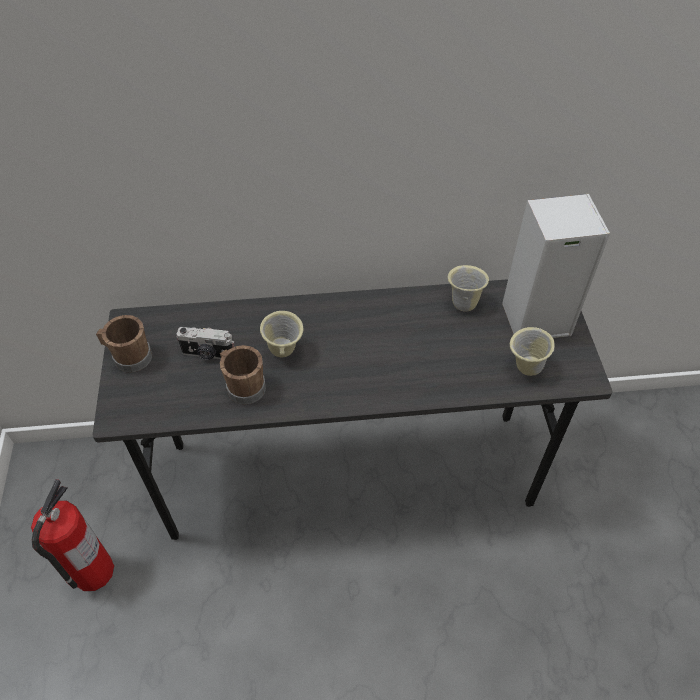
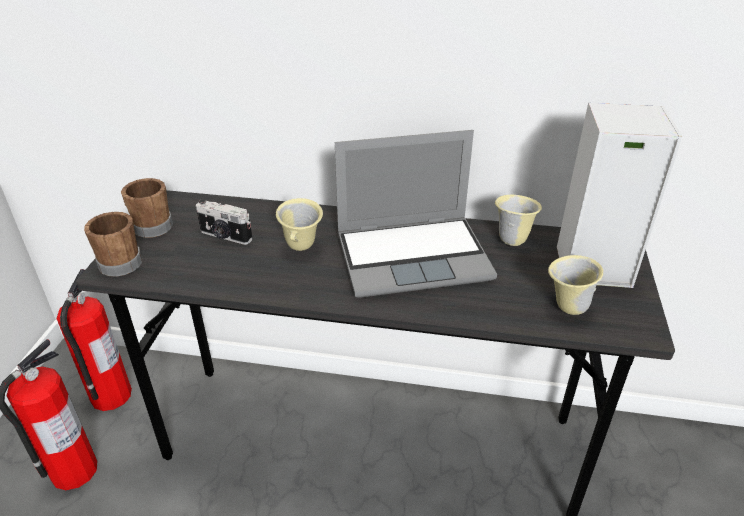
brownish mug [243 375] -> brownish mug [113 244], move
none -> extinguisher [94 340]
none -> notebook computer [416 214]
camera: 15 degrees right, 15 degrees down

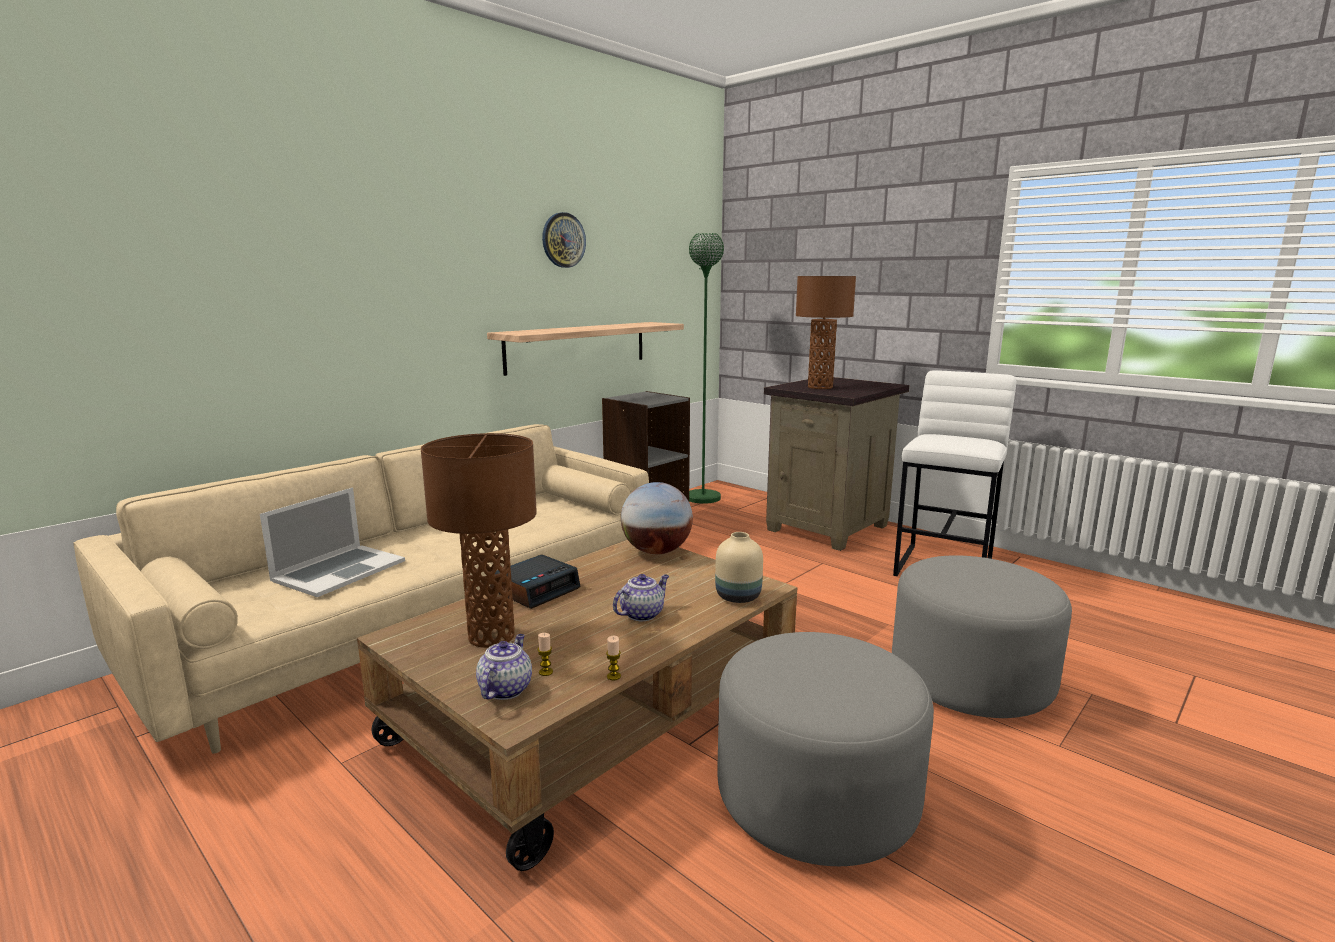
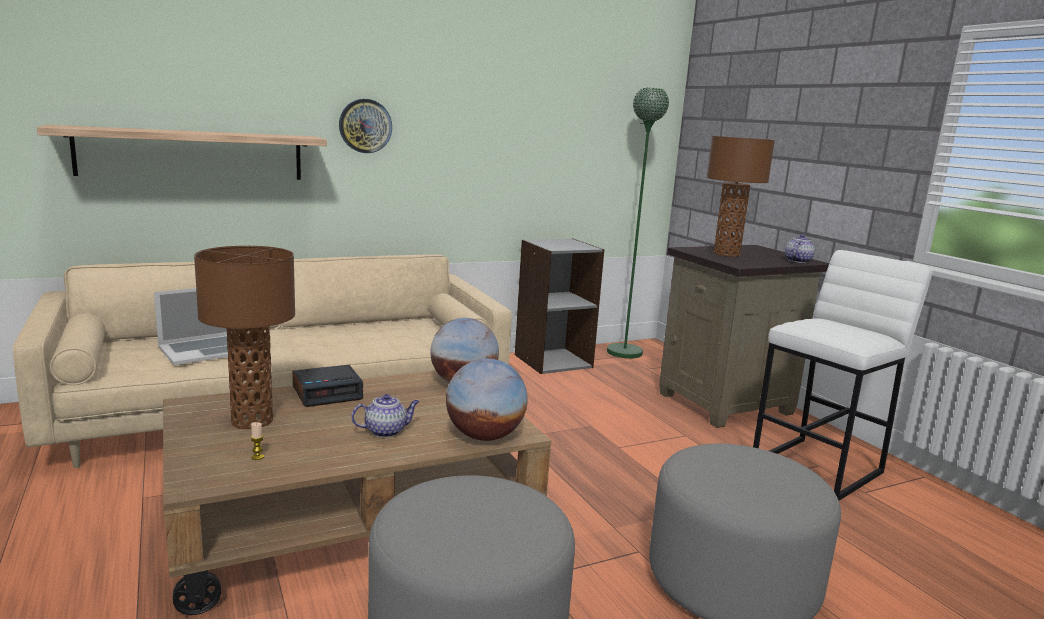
tea pot [504 667] -> tea pot [800 248], move
shelf [585 349] -> shelf [182 152], move
wall clock [564 240] -> wall clock [365 126], move
candle [613 658] -> none
beige-coloured vase [739 567] -> globe [487 400]
camera: 20 degrees right, 0 degrees up

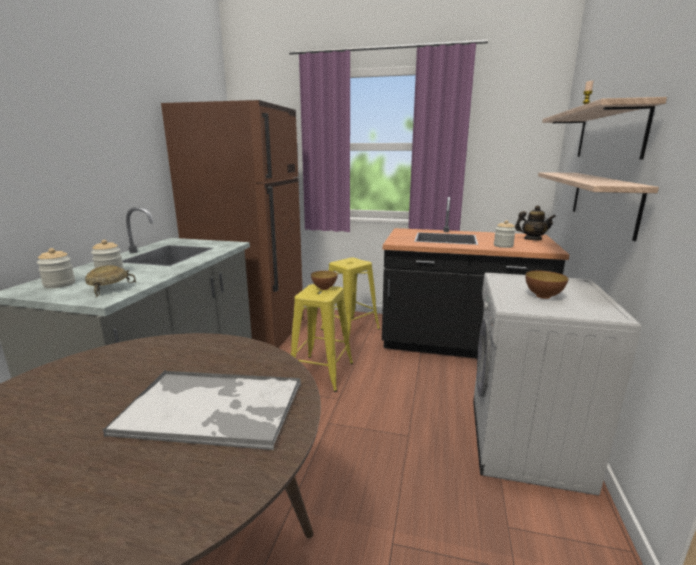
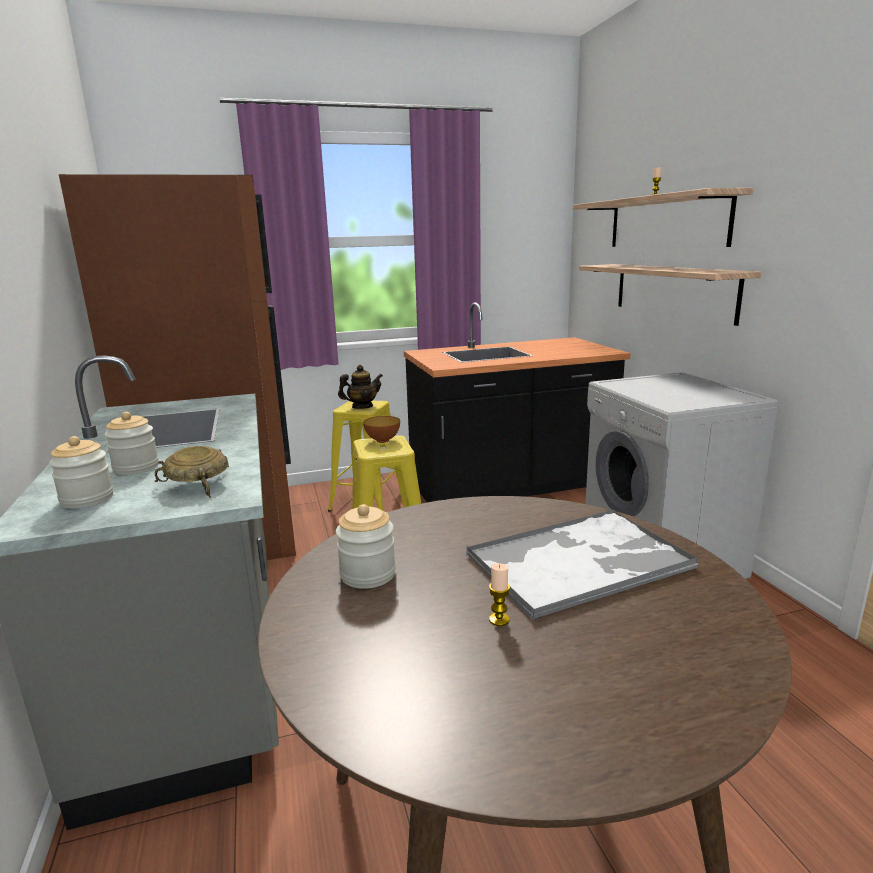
preserve jar [505 234] -> preserve jar [366 546], move
tea pot [535 222] -> tea pot [360 387], move
bowl [546 285] -> none
none -> candle [499 594]
camera: 30 degrees left, 0 degrees up

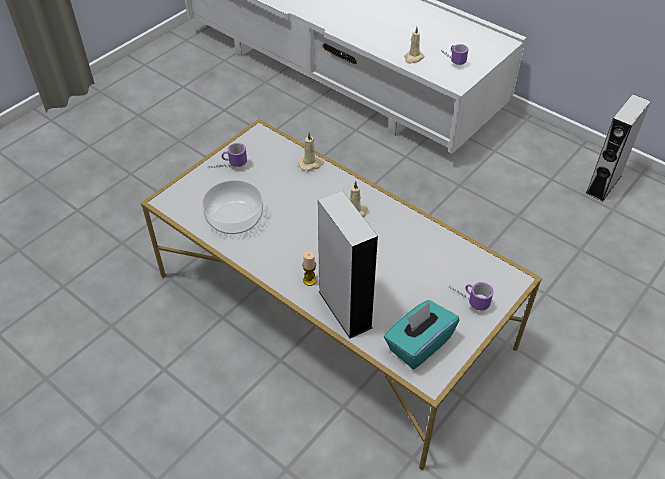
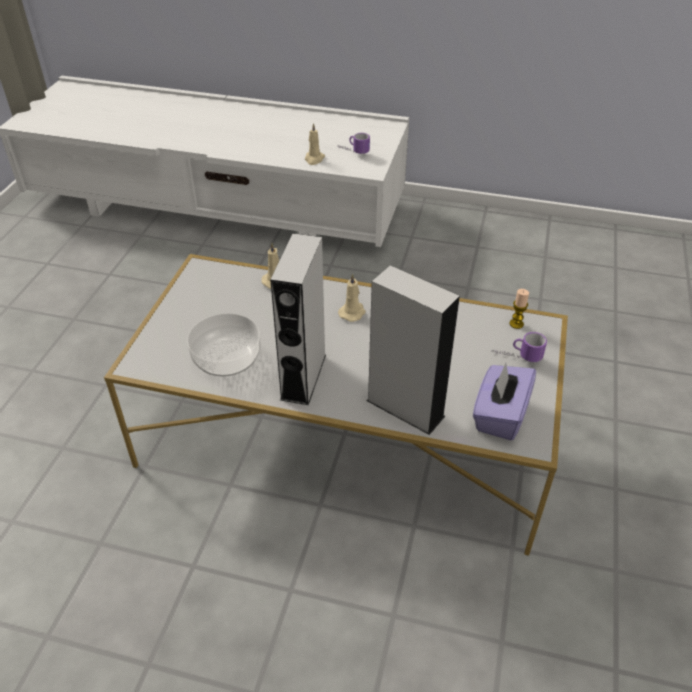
mug [227 155] -> none
candle [309 268] -> candle [519 309], move
turquoise tissue box [421 334] -> purple-coloured tissue box [504 401]
gray loudspeaker [618 148] -> gray loudspeaker [298 319], move
camera: 25 degrees left, 5 degrees down

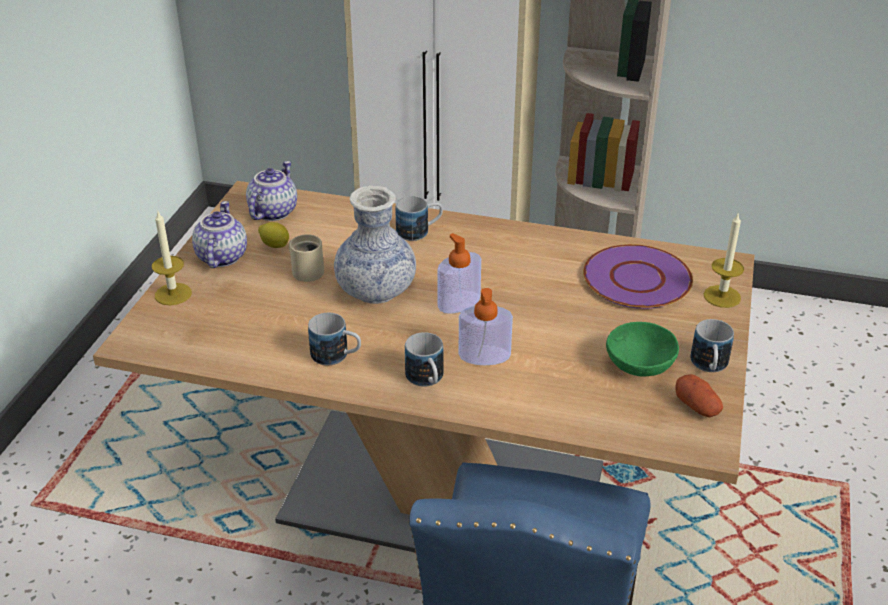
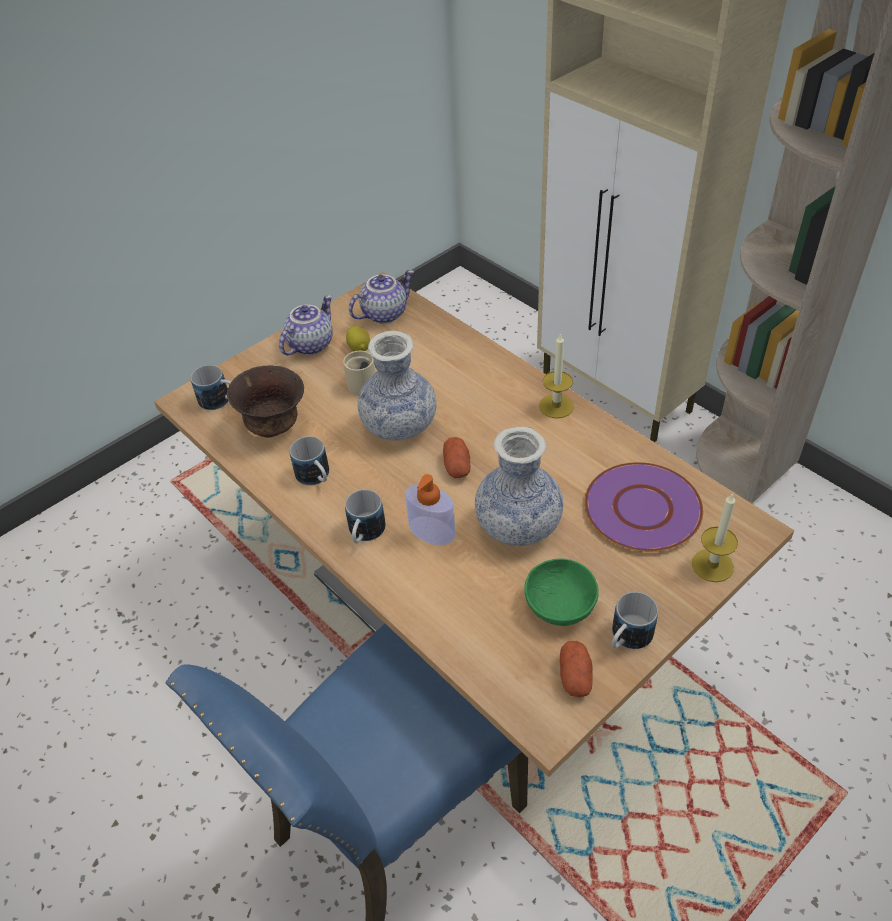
candle [172 258] -> candle [556 375], move
mug [419 218] -> mug [211 387], move
soap bottle [459 273] -> potato [456 457]
none -> brownish bowl [265 402]
none -> vase [519 486]
camera: 35 degrees right, 10 degrees up

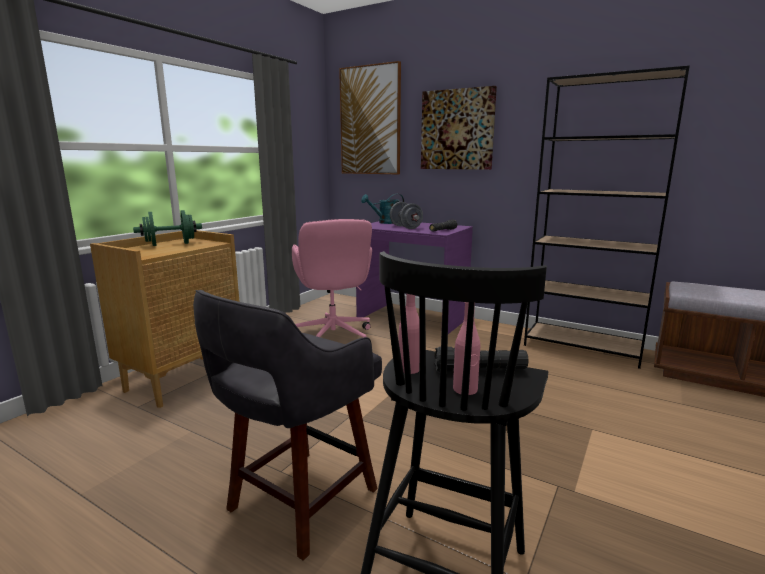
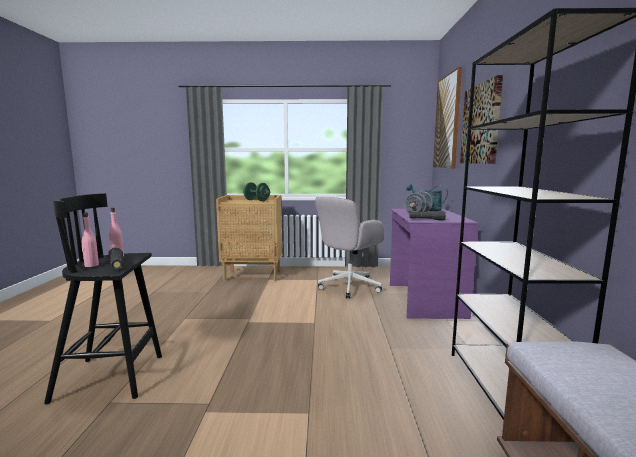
gray stool [287 425] -> none
pink office chair [332 278] -> gray office chair [349 248]
camera: 60 degrees right, 5 degrees down

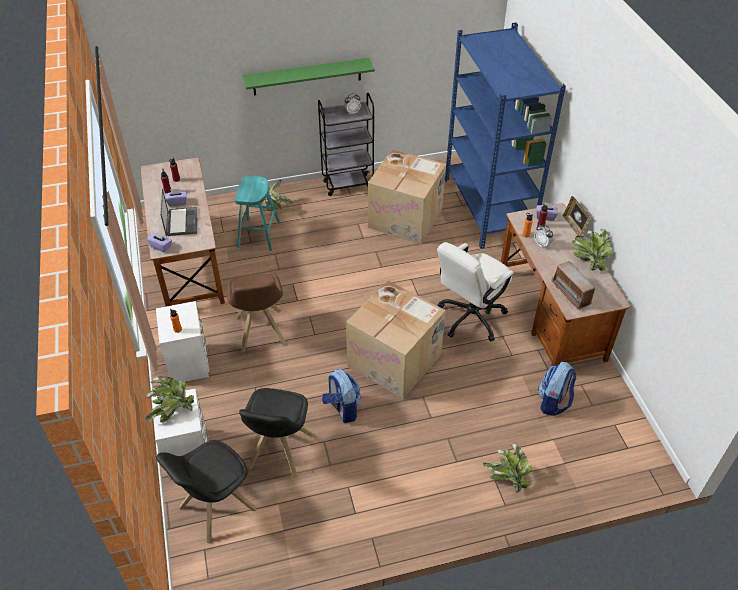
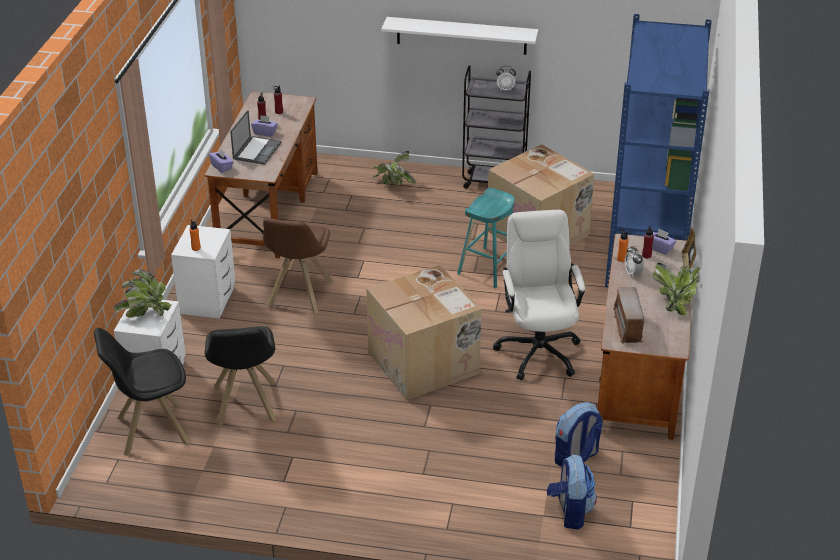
turquoise stool [257 213] -> turquoise stool [485 238], move
blackish plain chair [276 433] -> blackish plain chair [240 376], 45 degrees counterclockwise
green-coloured shelf [308 77] -> white shelf [459 36]
rucksack [341 396] -> rucksack [572 492], move
white office chair [475 292] -> white office chair [539 295], 105 degrees clockwise
potted plant [507 468] -> none
camera: 25 degrees right, 10 degrees down

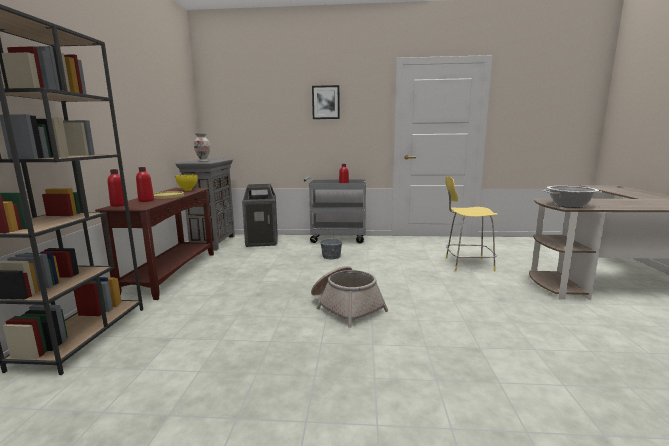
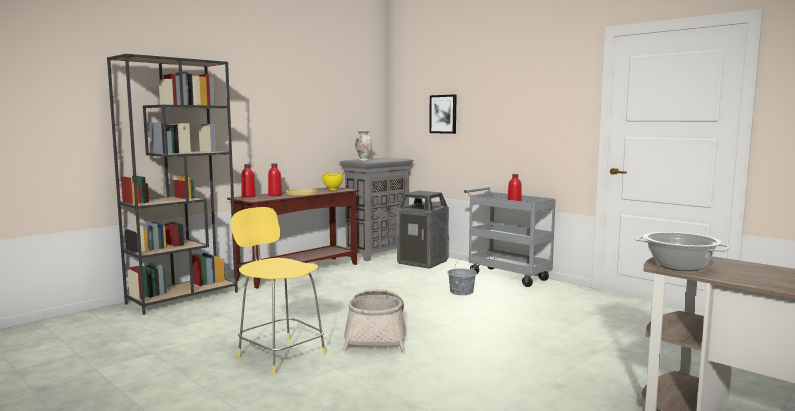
wall picture [326 102] -> wall picture [443 114], move
yellowish stool [471 223] -> yellowish stool [278 291], move
camera: 40 degrees right, 5 degrees down

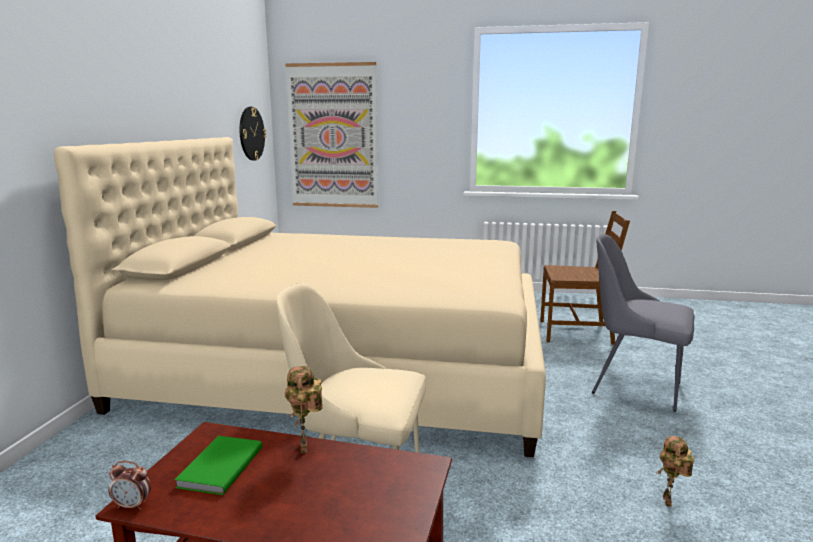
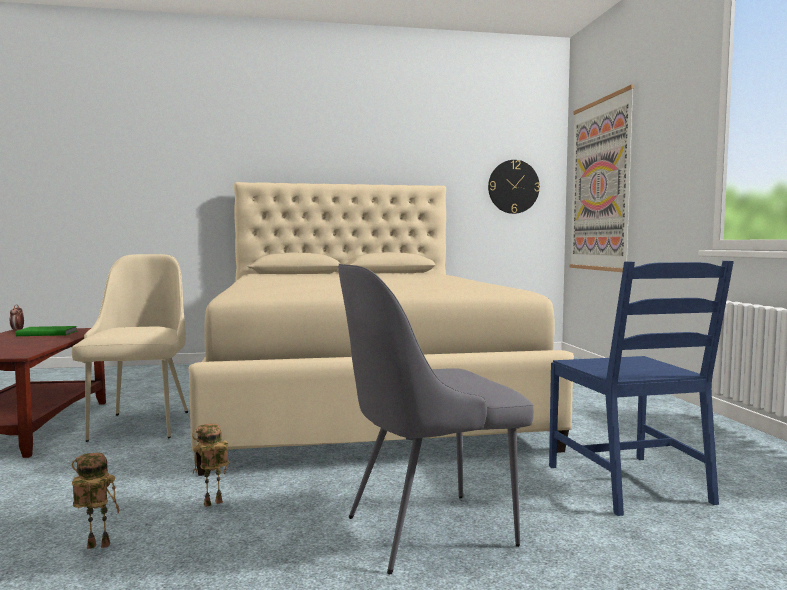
model robot [304 409] -> model robot [210 465], move
brownish plain chair [585 278] -> blue-coloured plain chair [641 388]
gray plain chair [643 323] -> gray plain chair [436 419], 120 degrees counterclockwise
camera: 70 degrees right, 10 degrees down

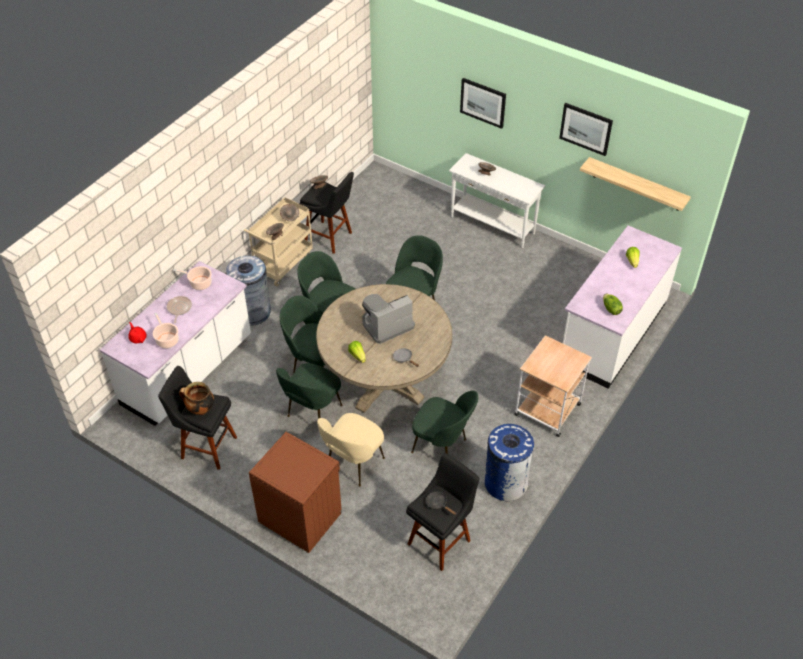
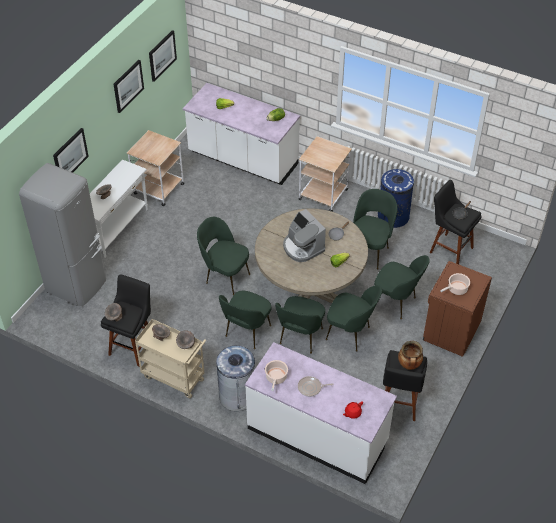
stockpot [166 330] -> stockpot [455 284], move
beige-coloured plain chair [351 449] -> green-coloured plain chair [402 287]
shelf [635 184] -> none
none -> gray kitchen fridge [62 235]
none -> beige-coloured trolley [155 168]
none -> wall picture [163 56]
camera: 95 degrees left, 0 degrees up

